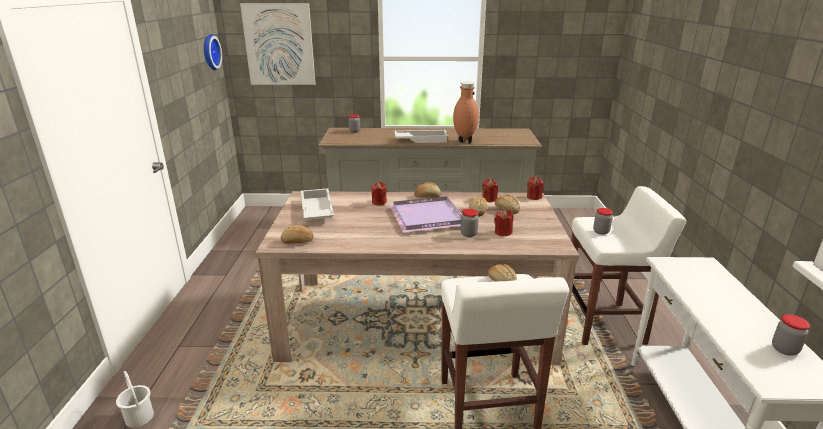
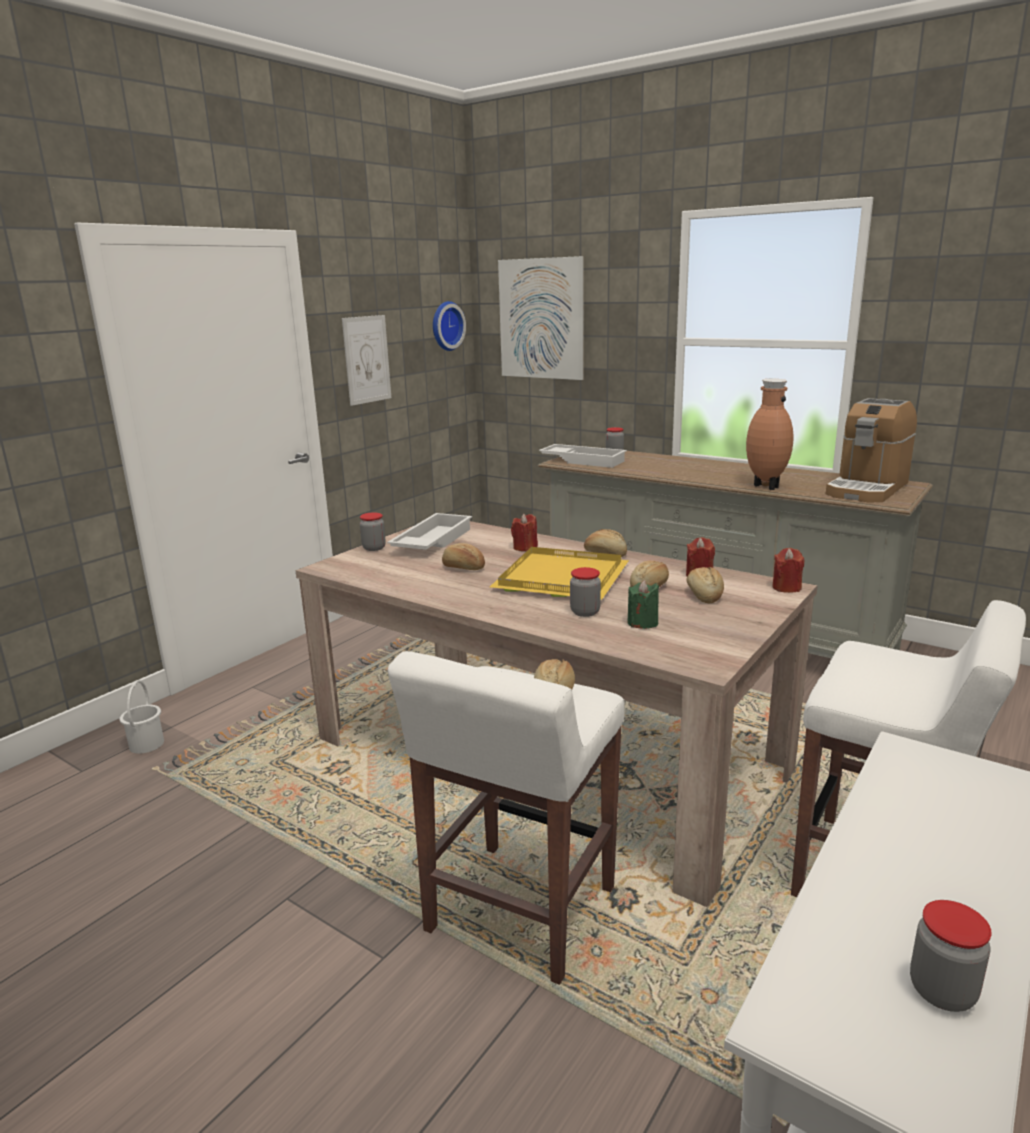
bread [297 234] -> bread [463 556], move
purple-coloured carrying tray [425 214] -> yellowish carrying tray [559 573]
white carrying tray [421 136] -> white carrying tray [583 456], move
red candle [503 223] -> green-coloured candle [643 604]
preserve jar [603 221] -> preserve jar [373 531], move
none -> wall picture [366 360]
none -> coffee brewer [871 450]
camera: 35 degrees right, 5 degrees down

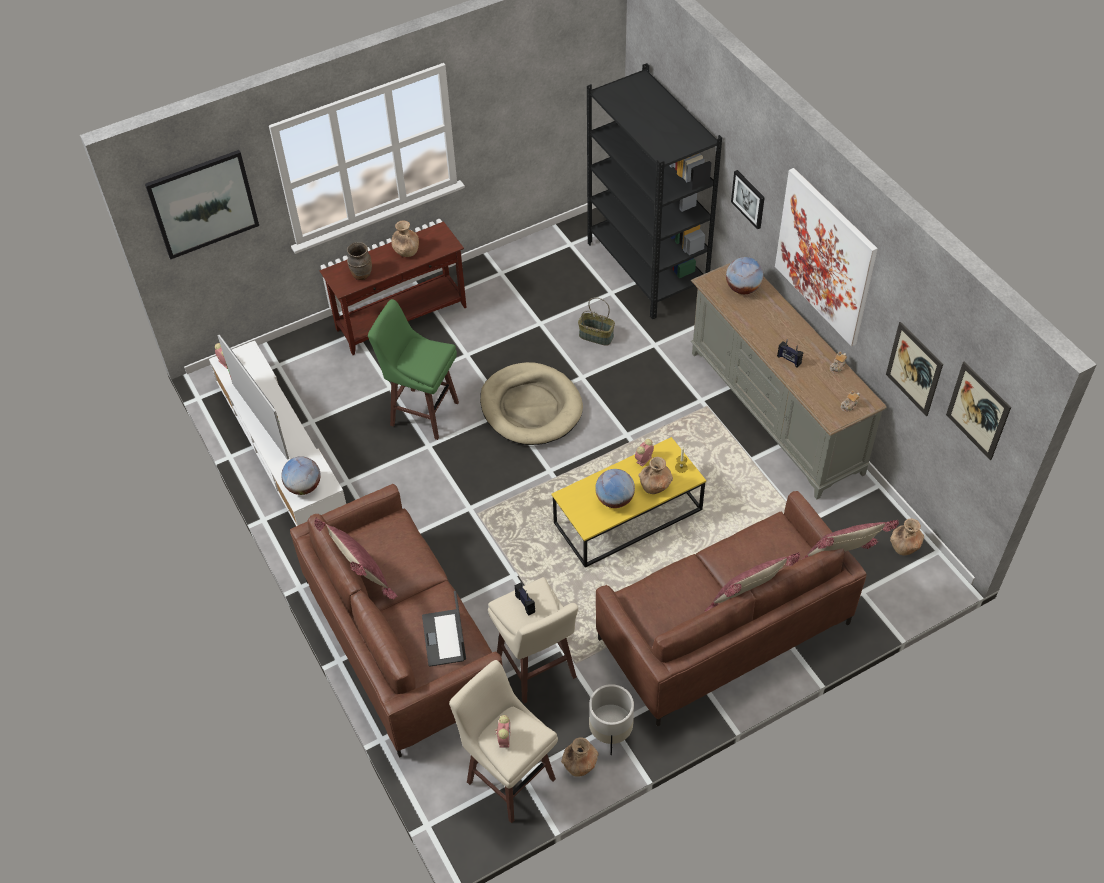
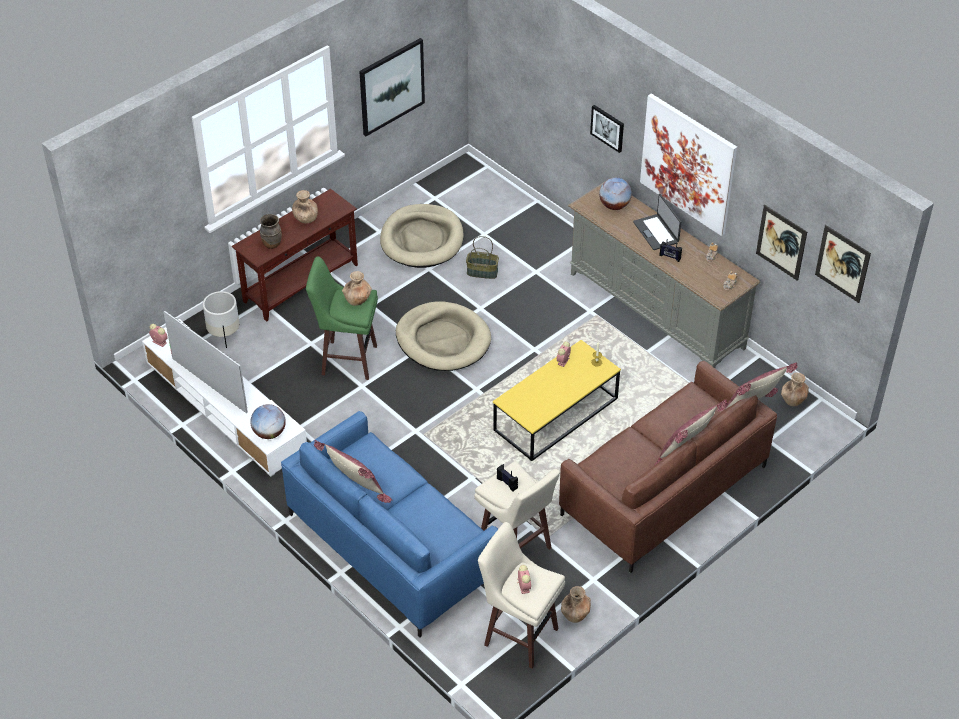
wall picture [202 205] -> wall picture [392 87], move
brownish sofa [396 621] -> blue-coloured sofa [389 524]
notebook computer [444 629] -> notebook computer [657 222], move
blackish bookshelf [654 191] -> none
white flower pot [611 719] -> white flower pot [221 319], move
globe [615 488] -> none
brownish vase [655 475] -> brownish vase [357 288], move
none -> beige-coloured dog cushion [422 236]
camera: 15 degrees left, 5 degrees down

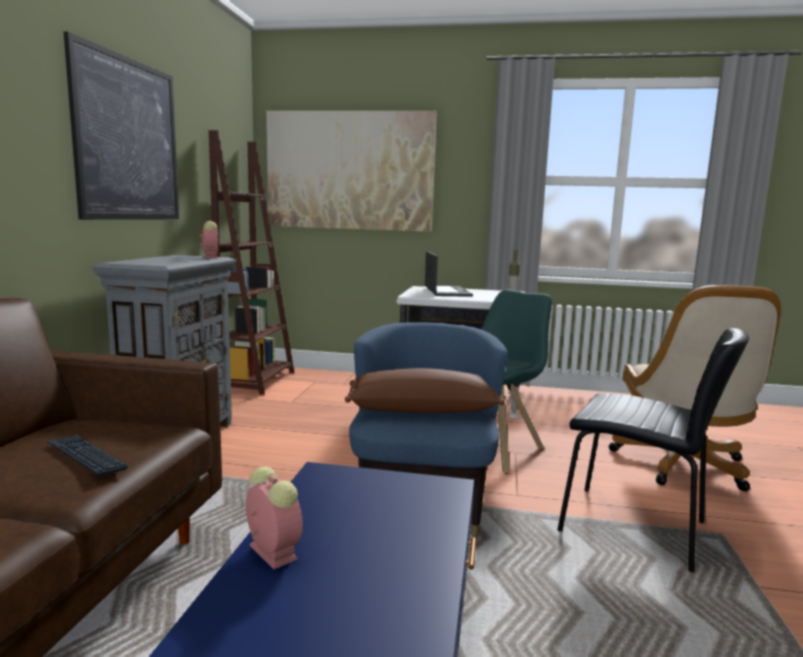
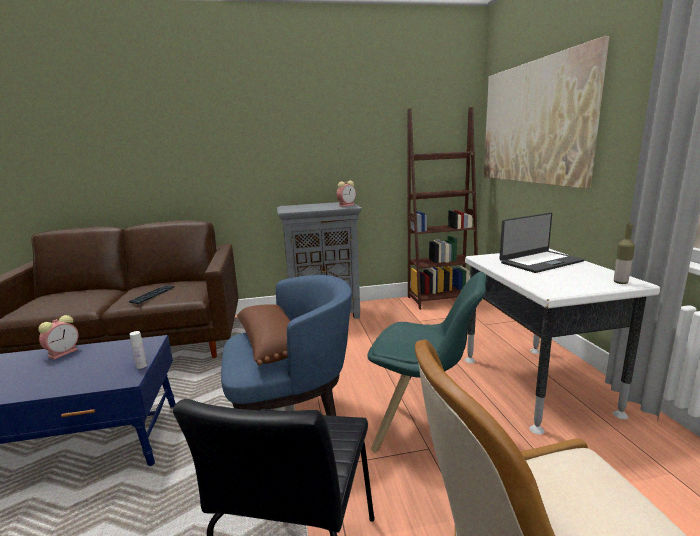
wall picture [121 126] -> none
none -> white drink bottle [138 350]
camera: 70 degrees right, 5 degrees up

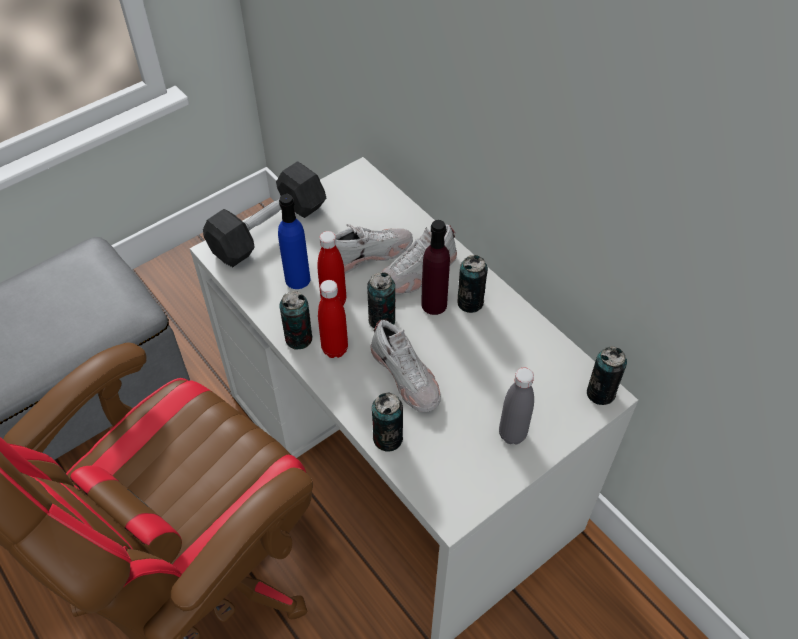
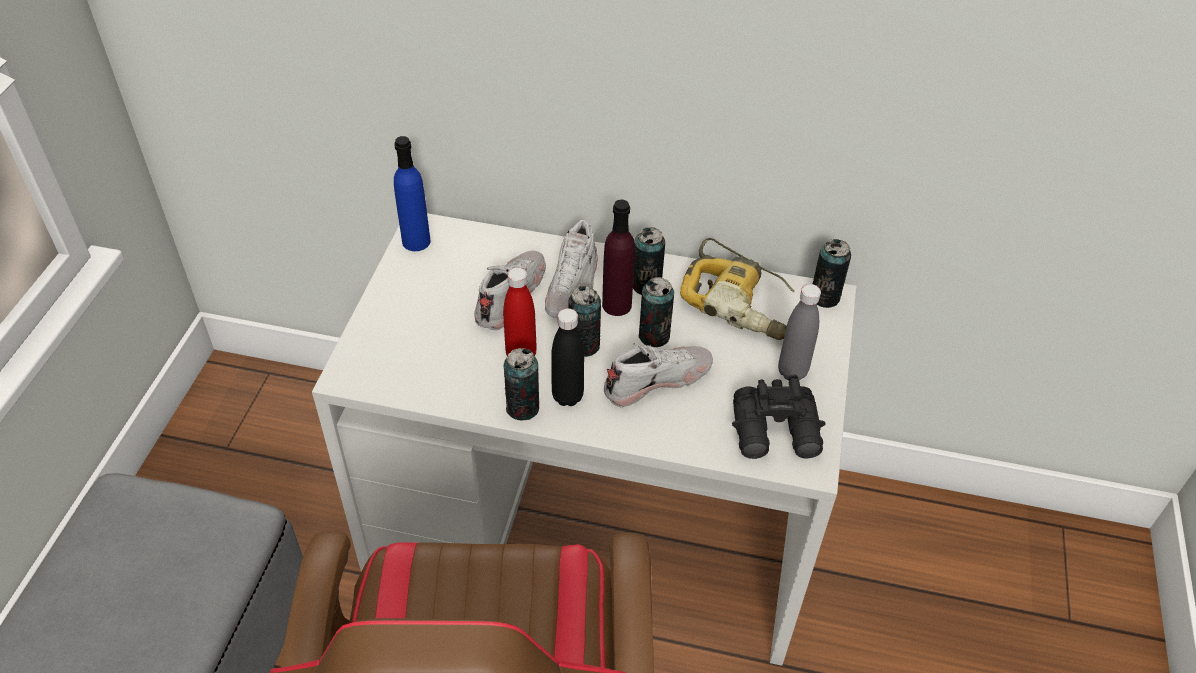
gray dumbbell [264 214] -> none
blue-coloured drink bottle [294 241] -> blue-coloured drink bottle [412 193], move
red drink bottle [333 319] -> blackish drink bottle [567 357]
white shoe [405 366] -> white shoe [658 375], 45 degrees counterclockwise
metal can [387 422] -> metal can [656 312], move
none -> drill [737 289]
none -> blackish pair of binoculars [779 416]
camera: 40 degrees left, 5 degrees down

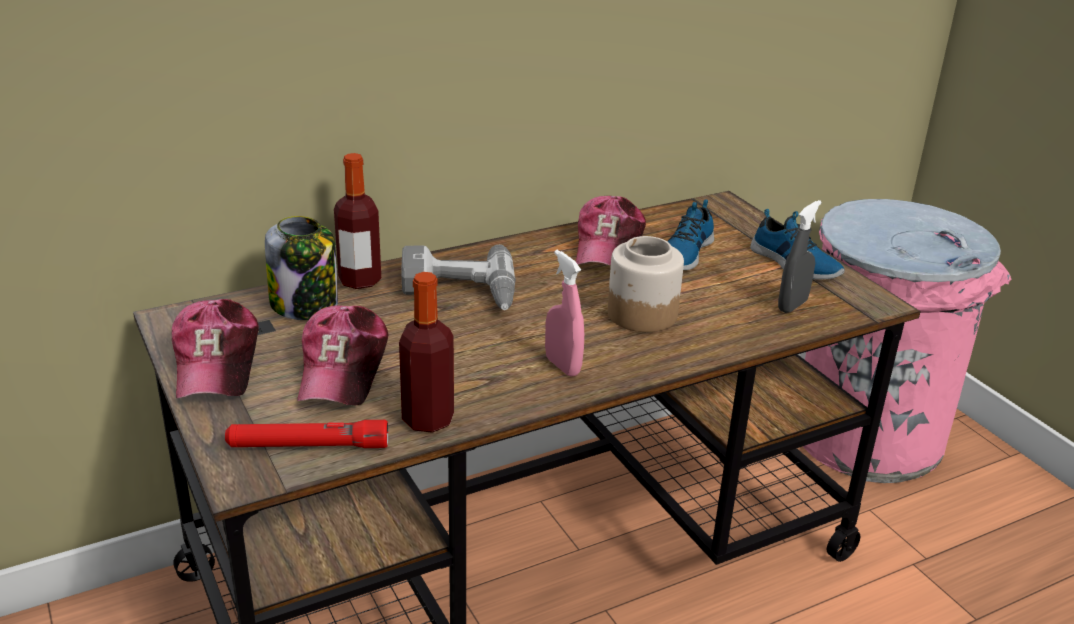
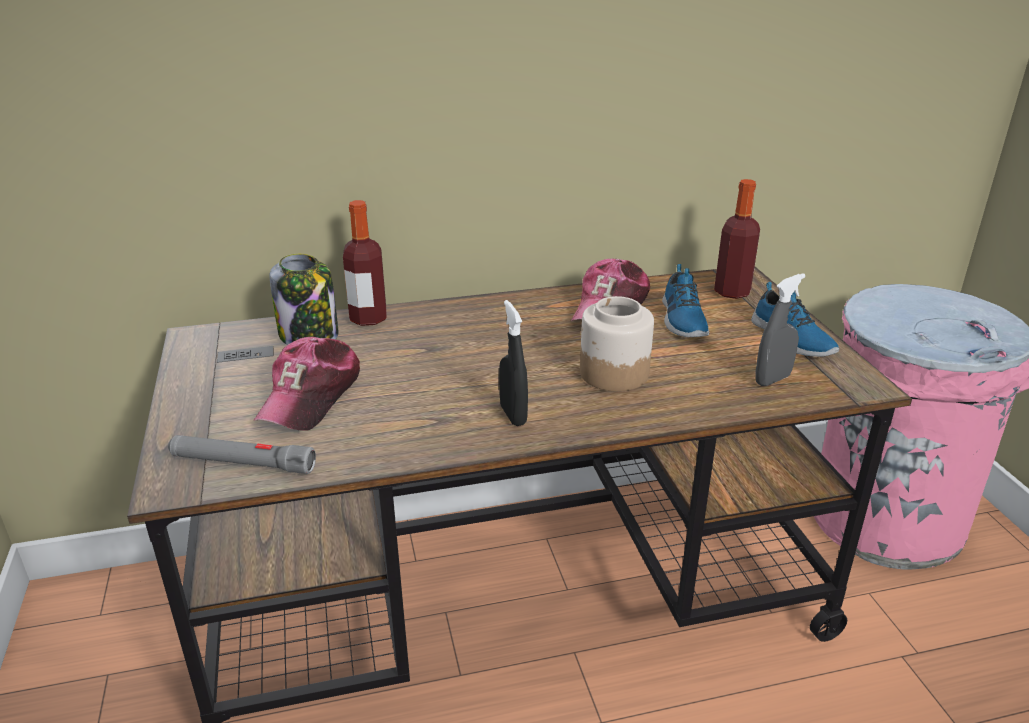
peaked cap [215 348] -> none
red torch [306 434] -> gray torch [242 454]
drink bottle [426 352] -> drink bottle [737 239], move
drill [459 277] -> none
pink spray bottle [564 313] -> blackish spray bottle [513 363]
shoe [690 234] -> shoe [685 300], 45 degrees counterclockwise
camera: 15 degrees right, 0 degrees up

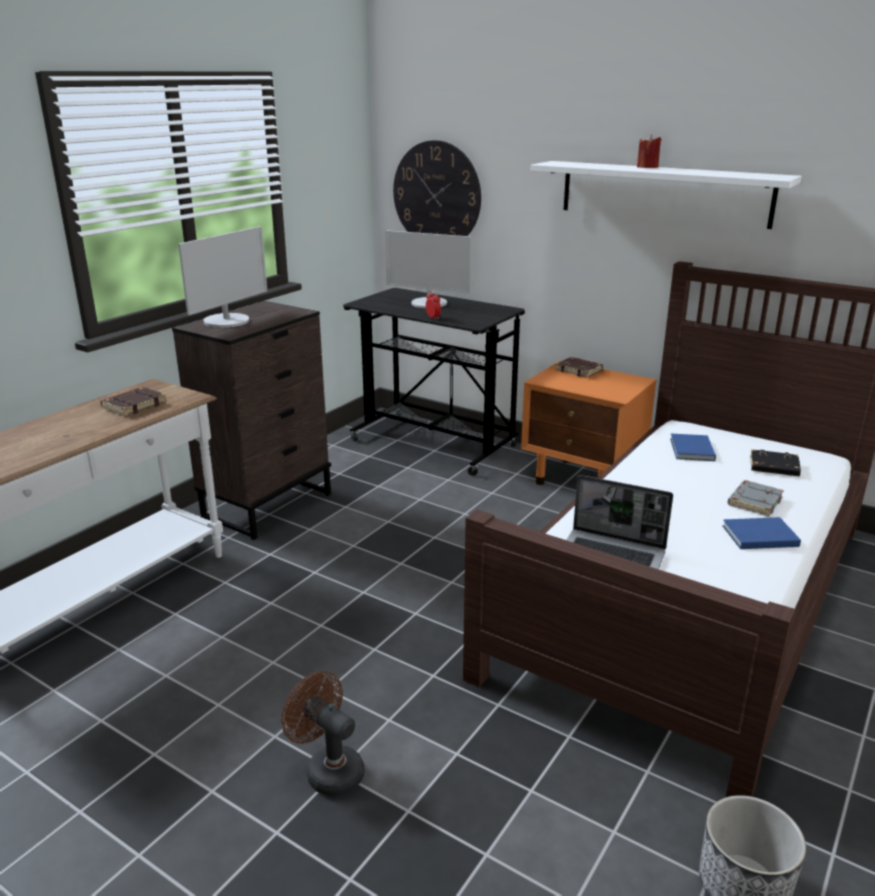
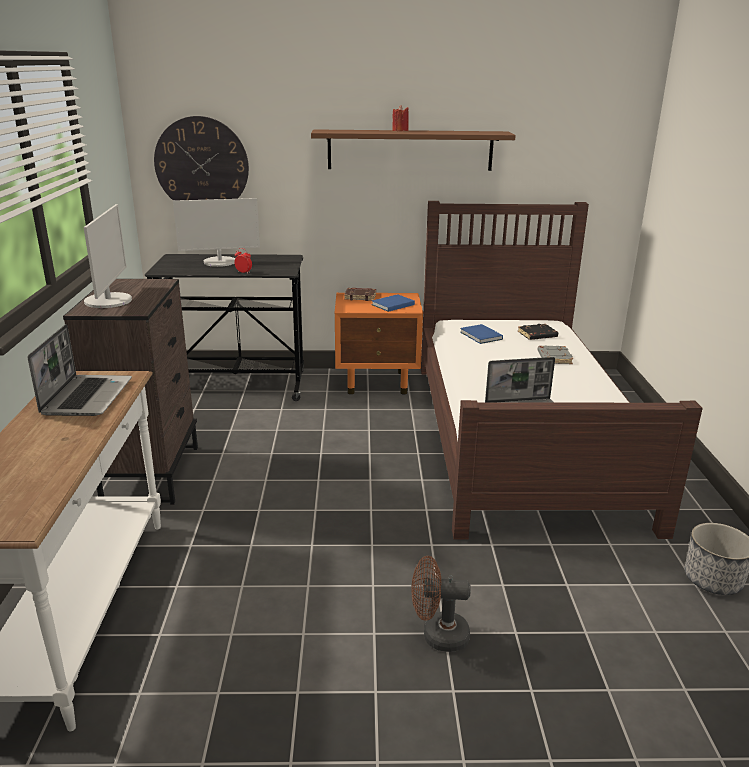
brownish book [133 401] -> notebook computer [80 370]
white shelf [666 195] -> brownish shelf [413 150]
blue-coloured book [761 533] -> blue-coloured book [393 303], move
camera: 35 degrees left, 0 degrees up

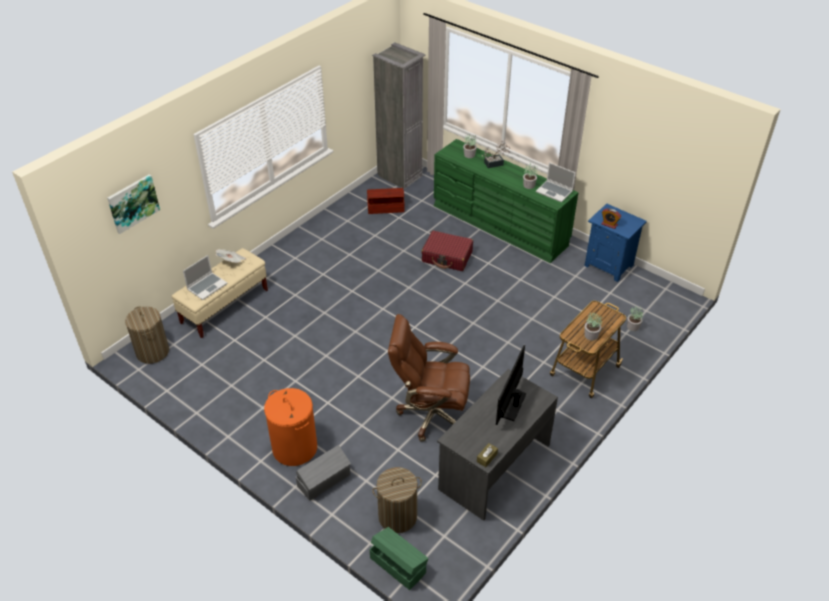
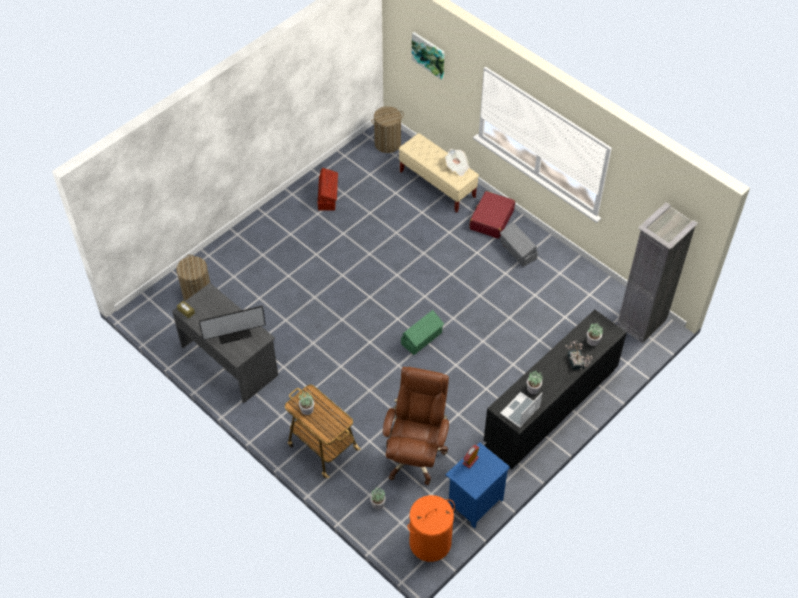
notebook computer [205 277] -> none
orange-coloured hamper [290 427] -> orange-coloured hamper [431 528], move
gray storage container [323 473] -> gray storage container [519 244], move
brownish storage container [385 201] -> brownish storage container [328 189], move
green-coloured storage container [399 558] -> green-coloured storage container [422 332], move
brownish office chair [429 378] -> brownish office chair [416 426], move
red suitcase [447 250] -> red suitcase [492 215], move
green-coloured drawer chest [506 201] -> blackish drawer chest [555 390]
monitor [511 385] -> monitor [232 324], 135 degrees clockwise
camera: 95 degrees right, 10 degrees up

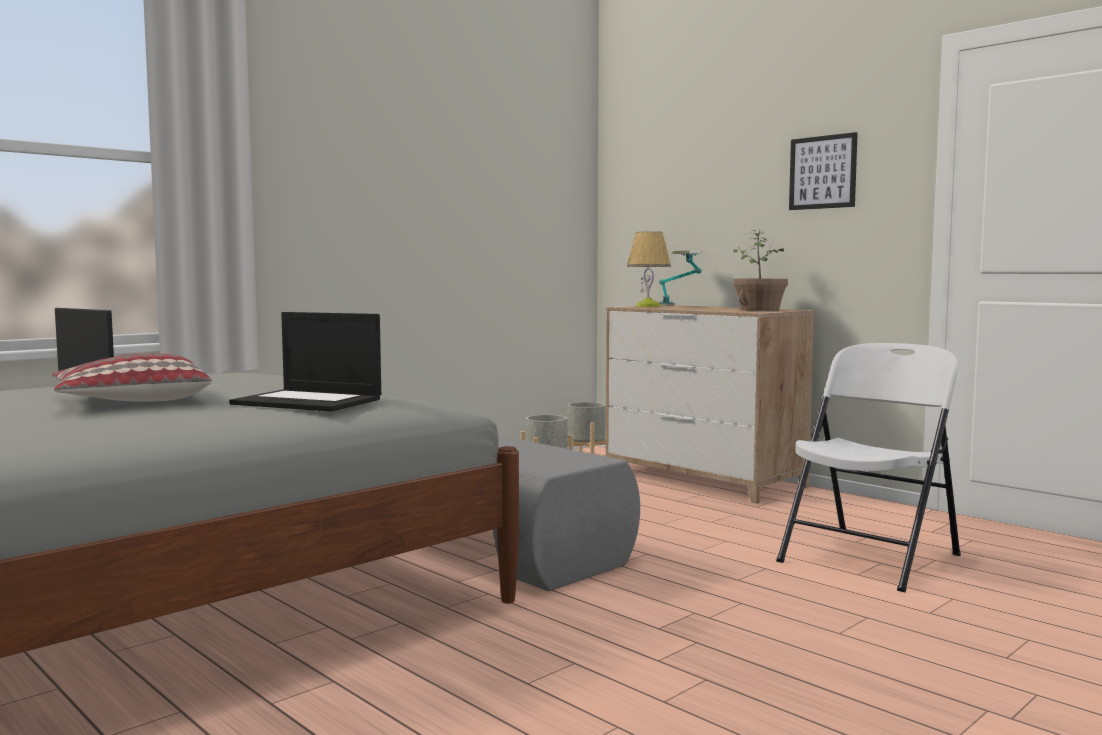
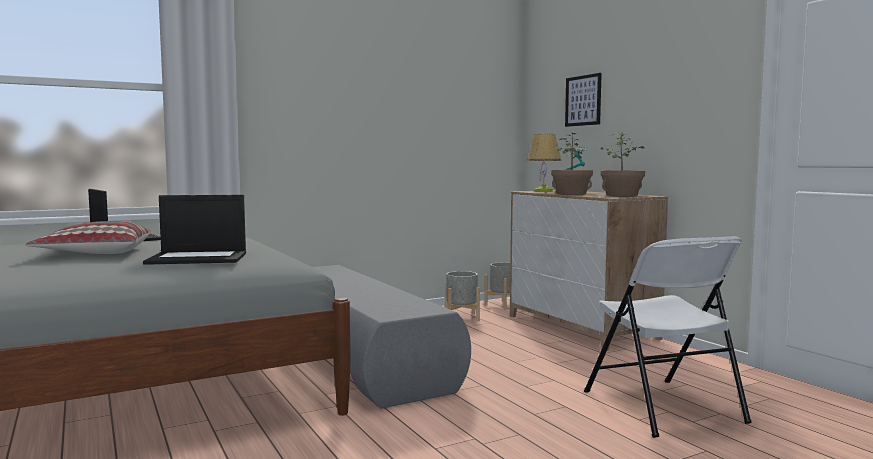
notebook computer [305 362] -> notebook computer [194 230], 45 degrees counterclockwise
white plain chair [868 467] -> white plain chair [668 337], 105 degrees clockwise
wall picture [823 171] -> wall picture [583 100], move
none -> potted plant [572 163]
camera: 15 degrees right, 0 degrees up

